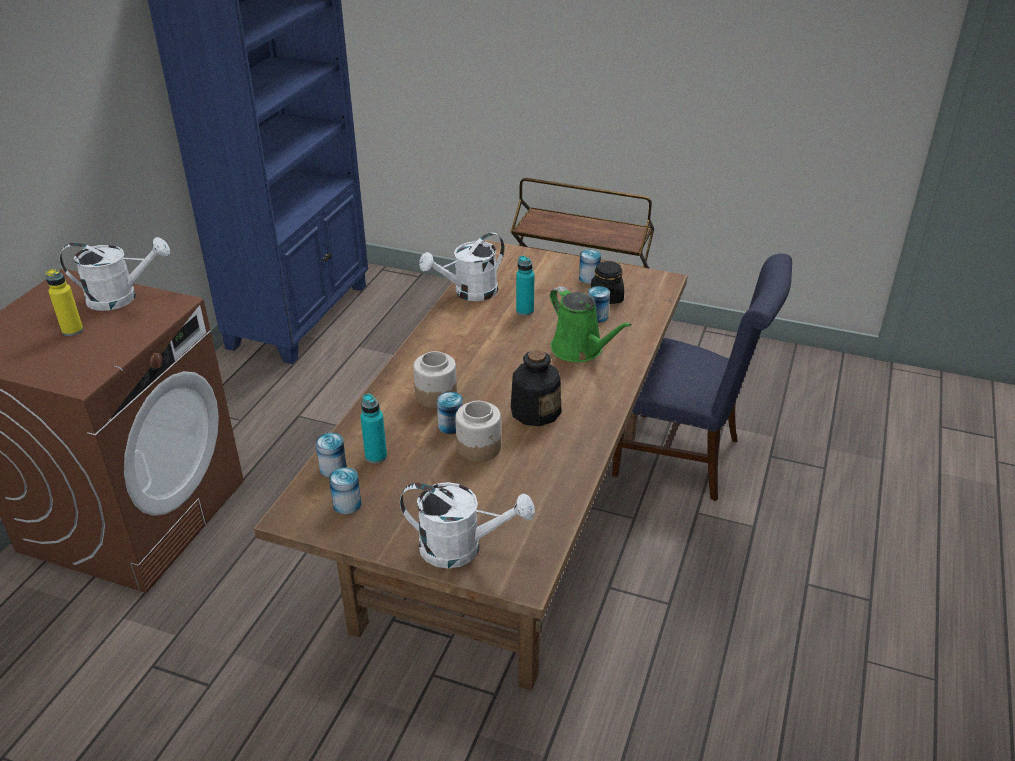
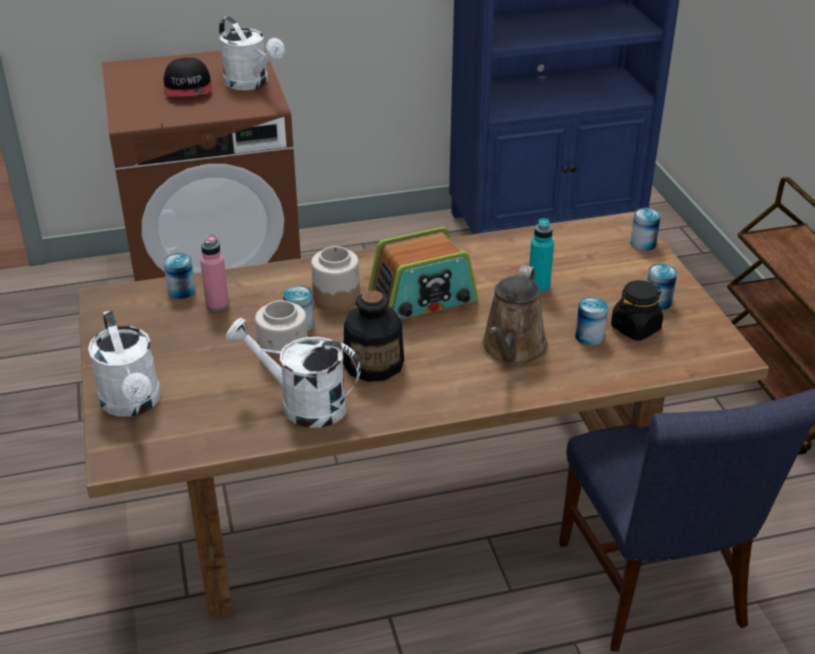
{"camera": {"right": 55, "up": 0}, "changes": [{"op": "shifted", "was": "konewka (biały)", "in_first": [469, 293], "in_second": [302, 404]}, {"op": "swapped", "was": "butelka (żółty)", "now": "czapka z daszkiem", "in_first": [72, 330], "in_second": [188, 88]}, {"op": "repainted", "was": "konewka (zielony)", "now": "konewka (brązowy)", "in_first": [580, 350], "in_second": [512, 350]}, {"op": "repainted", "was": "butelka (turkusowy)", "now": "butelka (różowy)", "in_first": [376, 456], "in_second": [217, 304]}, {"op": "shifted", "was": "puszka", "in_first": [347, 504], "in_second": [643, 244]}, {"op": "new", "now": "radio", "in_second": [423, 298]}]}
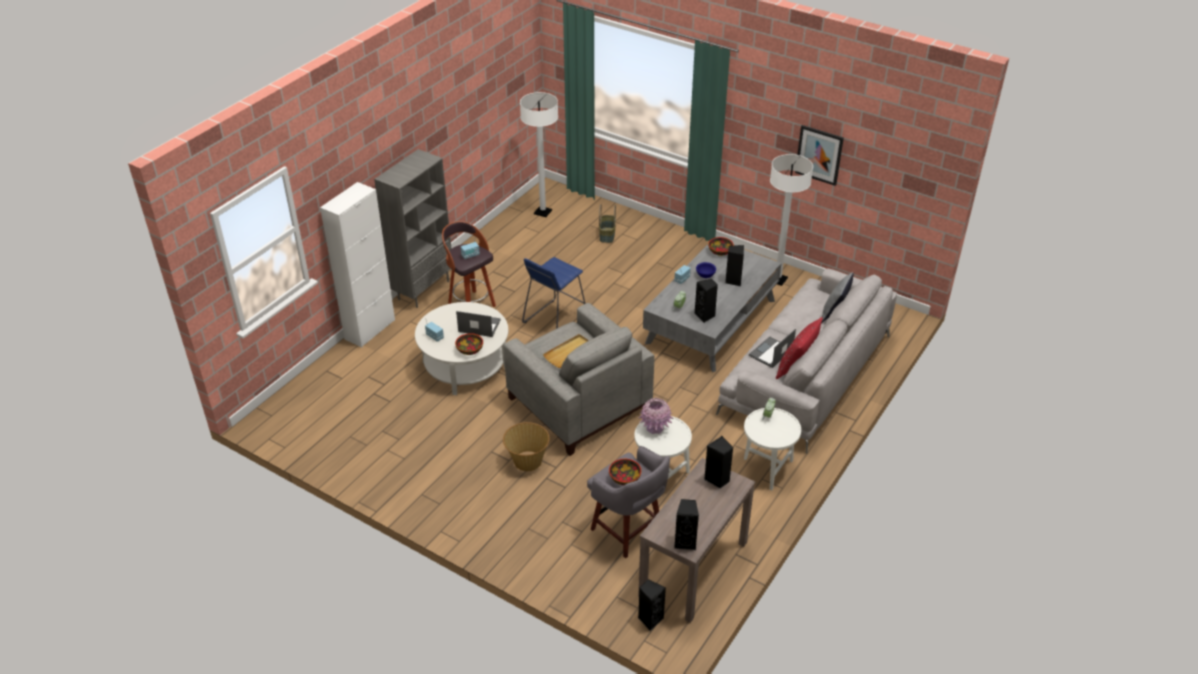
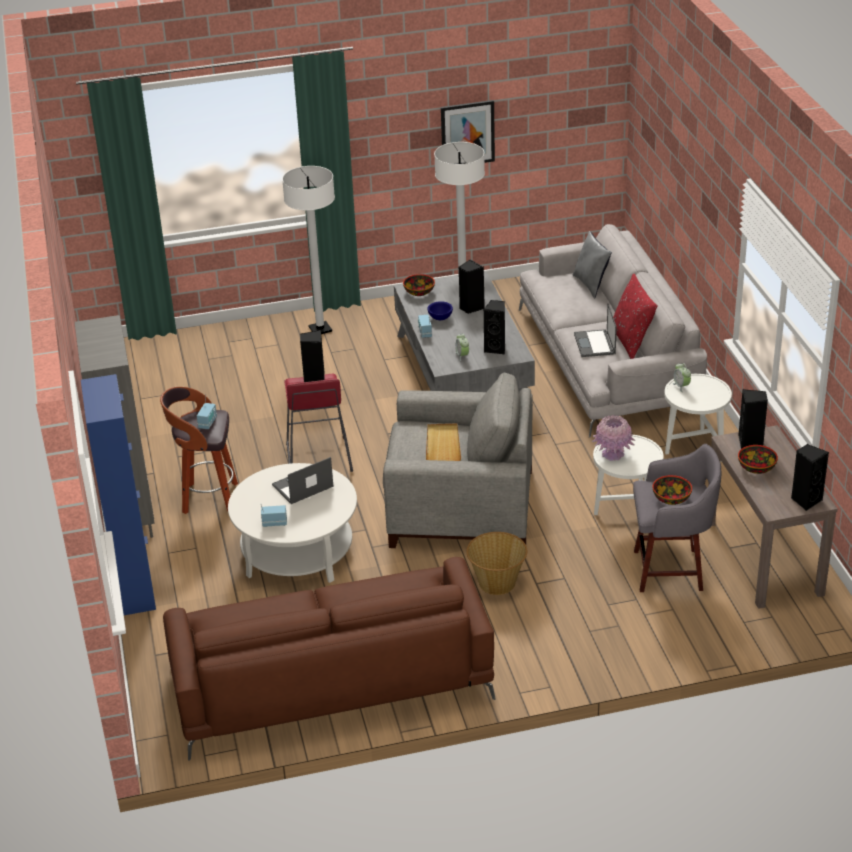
{"camera": {"right": -45, "up": -5}, "changes": [{"op": "shifted", "was": "lampa stojąca (biały)", "in_first": [543, 212], "in_second": [320, 329]}, {"op": "repainted", "was": "szafka (biały)", "now": "szafka (niebieski)", "in_first": [370, 329], "in_second": [135, 588]}, {"op": "gone", "was": "koszyk", "in_first": [607, 235]}, {"op": "repainted", "was": "stołek (niebieski)", "now": "stołek (czerwony)", "in_first": [555, 320], "in_second": [318, 458]}, {"op": "shifted", "was": "miska", "in_first": [470, 350], "in_second": [757, 468]}, {"op": "shifted", "was": "głośnik (czarny)", "in_first": [650, 619], "in_second": [314, 380]}, {"op": "new", "now": "kanapa (brązowy)", "in_second": [330, 679]}]}
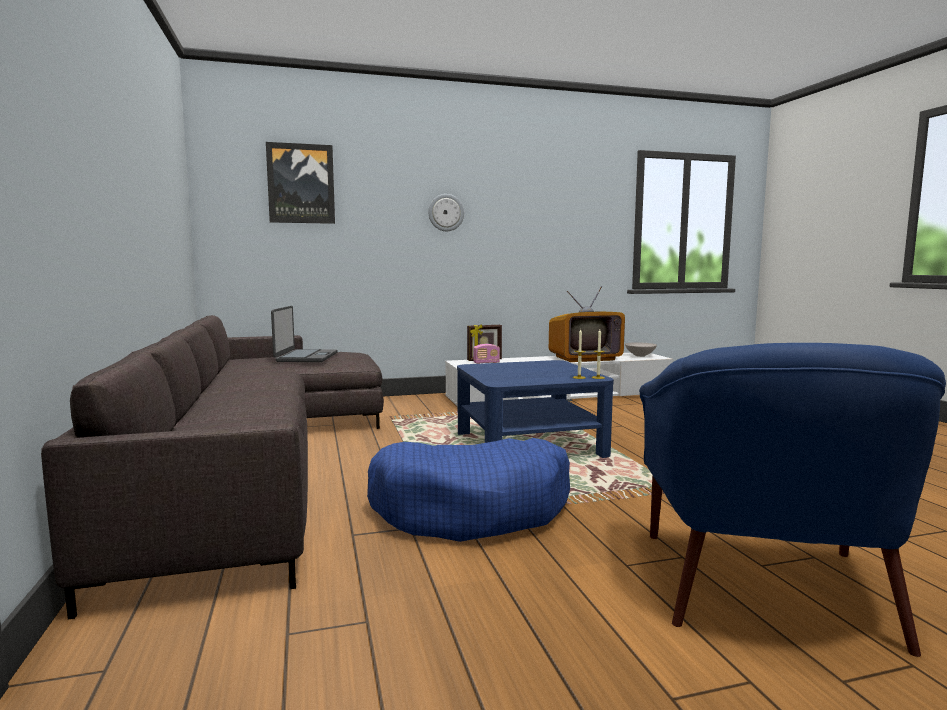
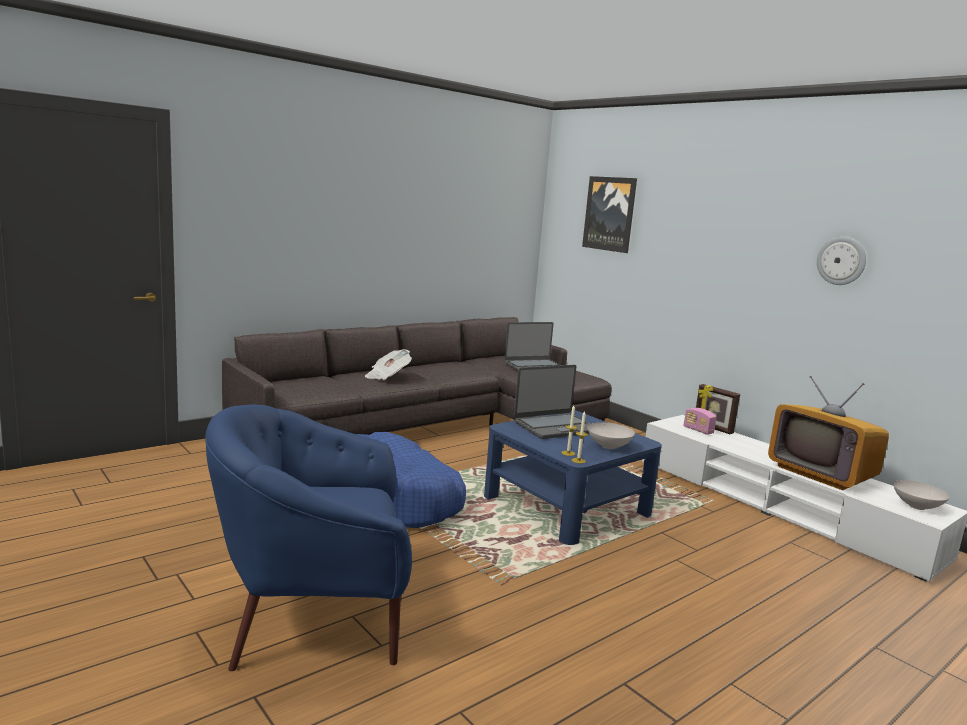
{"camera": {"right": 65, "up": 5}, "changes": [{"op": "shifted", "was": "zegar ścienny", "in_first": [446, 212], "in_second": [841, 261]}, {"op": "new", "now": "gazeta", "in_second": [387, 376]}, {"op": "new", "now": "laptop", "in_second": [555, 427]}, {"op": "new", "now": "miska (biały)", "in_second": [609, 446]}]}
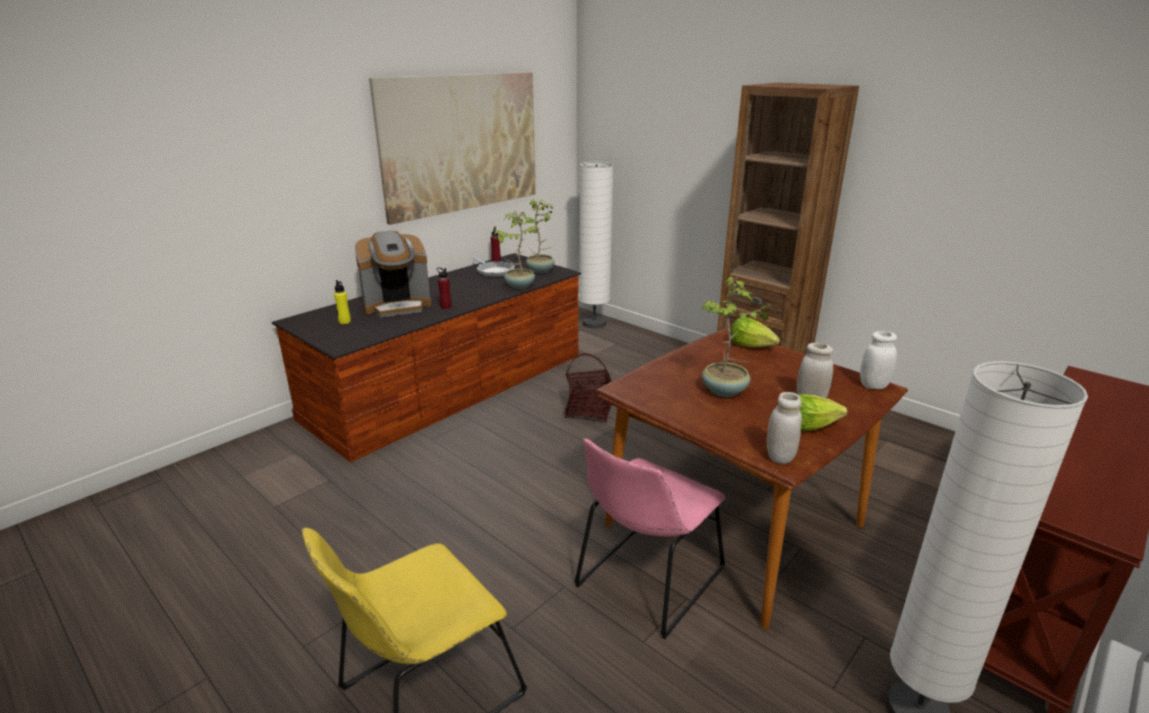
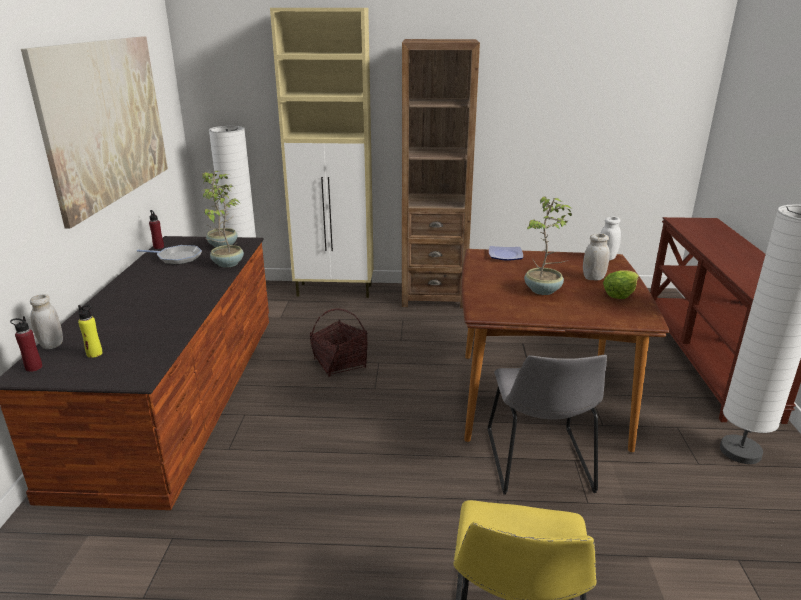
{"camera": {"right": -40, "up": 0}, "changes": [{"op": "gone", "was": "ekspres do kawy", "in_first": [397, 306]}, {"op": "shifted", "was": "butelka (czerwony)", "in_first": [445, 307], "in_second": [34, 367]}, {"op": "swapped", "was": "sałata", "now": "talerz", "in_first": [751, 346], "in_second": [504, 255]}, {"op": "shifted", "was": "słoik (biały)", "in_first": [780, 457], "in_second": [51, 344]}, {"op": "repainted", "was": "krzesło (różowy)", "now": "krzesło (szary)", "in_first": [646, 581], "in_second": [539, 464]}, {"op": "new", "now": "szafka (beżowy)", "in_second": [335, 290]}]}
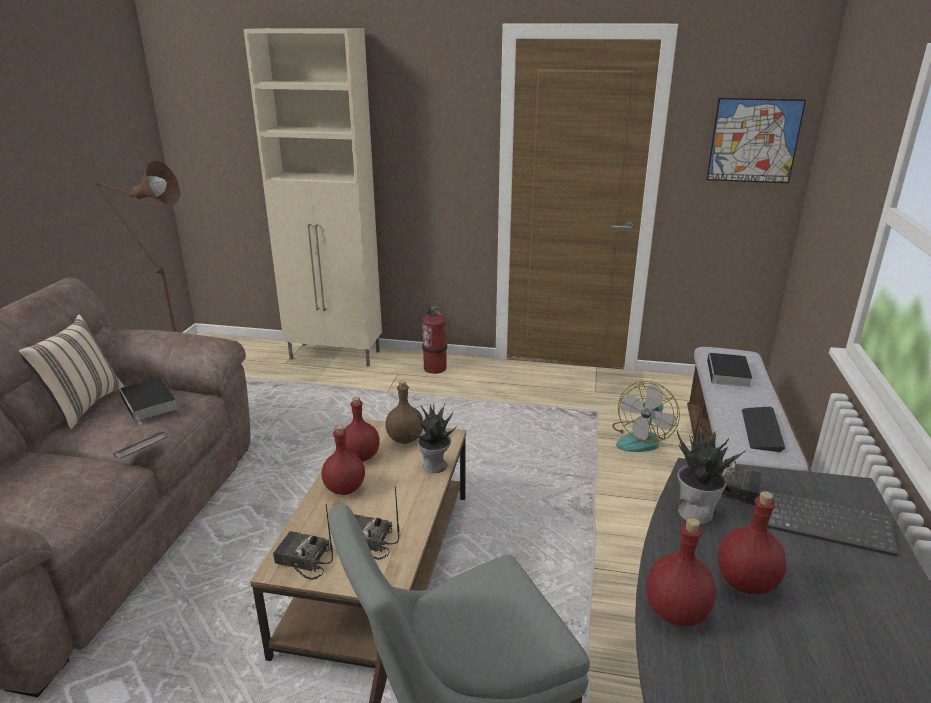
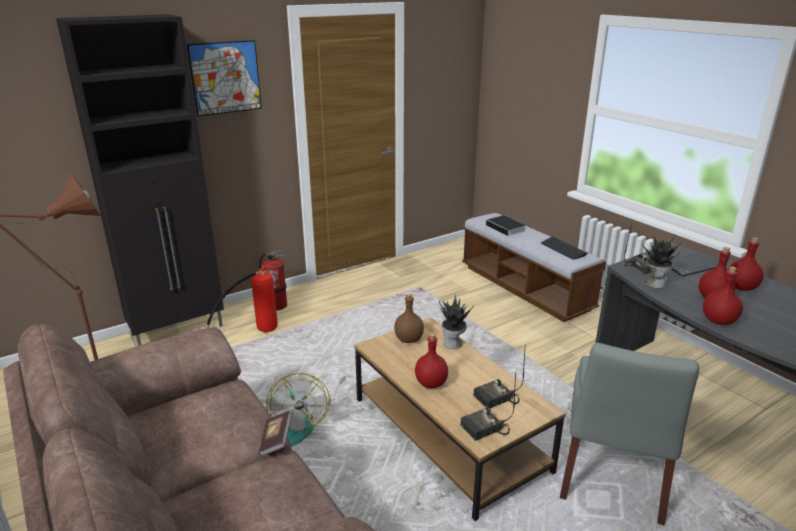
{"camera": {"right": -45, "up": 0}, "changes": [{"op": "repainted", "was": "szafka (beżowy)", "now": "szafka (czarny)", "in_first": [336, 355], "in_second": [179, 330]}, {"op": "shifted", "was": "obraz", "in_first": [754, 141], "in_second": [225, 78]}, {"op": "gone", "was": "poduszka (beżowy)", "in_first": [83, 406]}, {"op": "gone", "was": "książka", "in_first": [150, 404]}, {"op": "shifted", "was": "wentylator", "in_first": [641, 439], "in_second": [293, 427]}, {"op": "shifted", "was": "butelka (czerwony)", "in_first": [361, 457], "in_second": [741, 288]}, {"op": "new", "now": "gaśnica", "in_second": [255, 331]}]}
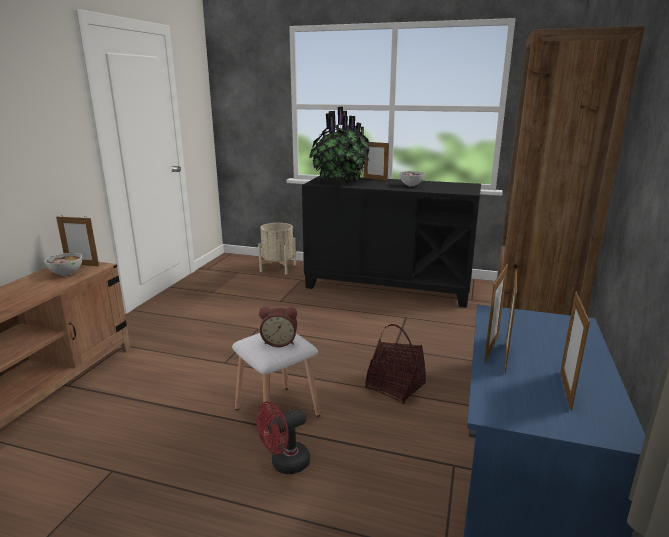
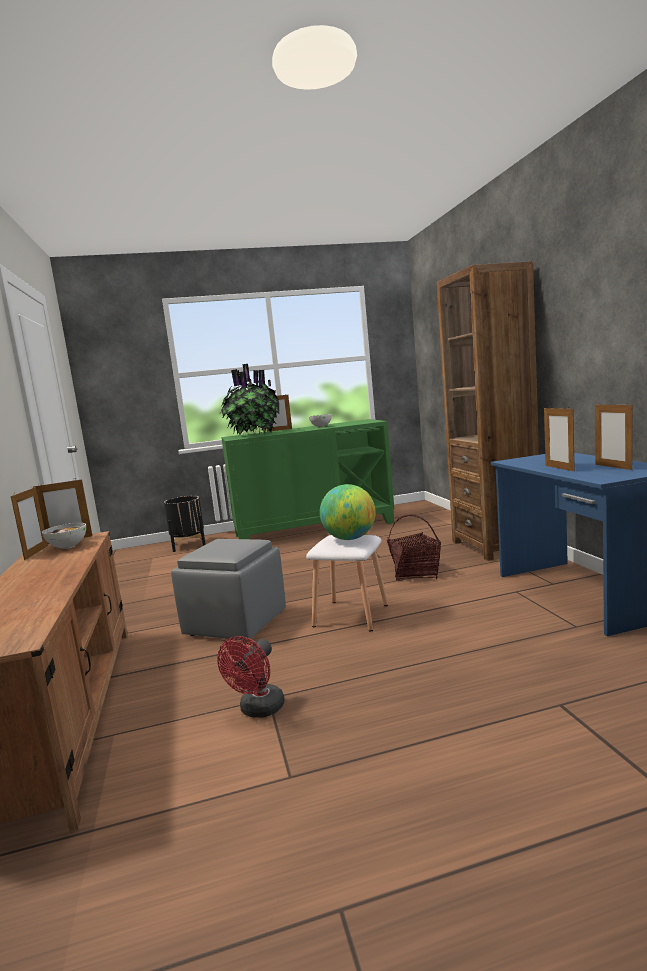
{"camera": {"right": -30, "up": -10}, "changes": [{"op": "repainted", "was": "szafka (czarny)", "now": "szafka (zielony)", "in_first": [388, 286], "in_second": [314, 529]}, {"op": "repainted", "was": "donica (beżowy)", "now": "donica (czarny)", "in_first": [278, 268], "in_second": [188, 545]}, {"op": "shifted", "was": "ramka na zdjęcie", "in_first": [491, 348], "in_second": [36, 552]}, {"op": "swapped", "was": "budzik", "now": "globus", "in_first": [279, 342], "in_second": [350, 538]}, {"op": "shifted", "was": "wentylator (czerwony)", "in_first": [284, 464], "in_second": [258, 710]}, {"op": "new", "now": "pufa (szary)", "in_second": [235, 622]}]}
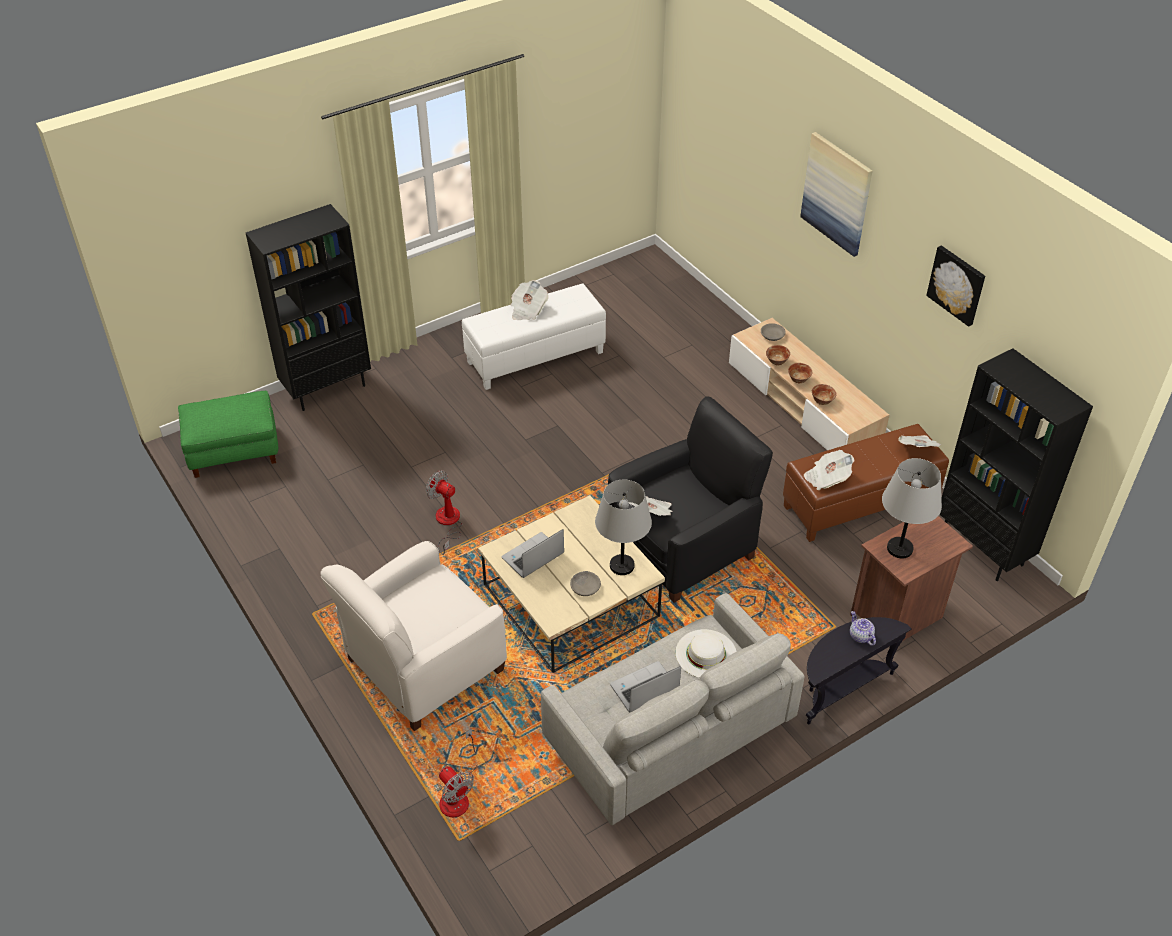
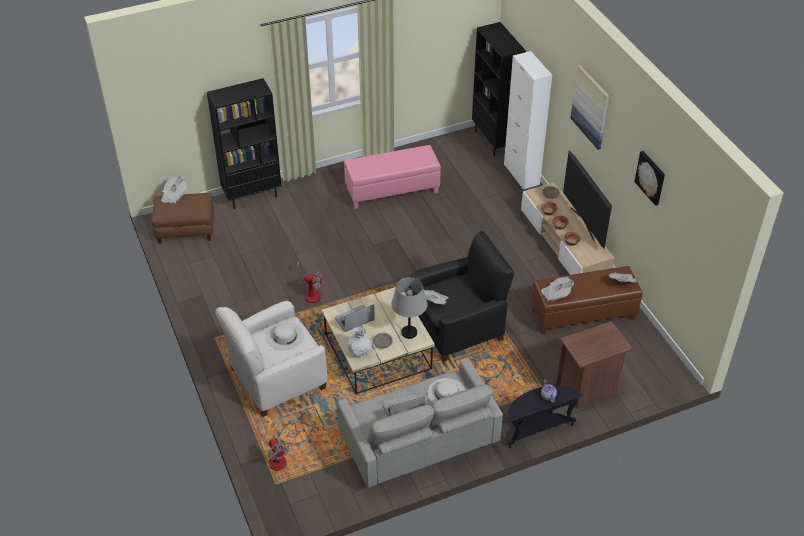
{"camera": {"right": 10, "up": 0}, "changes": [{"op": "shifted", "was": "gazeta", "in_first": [527, 310], "in_second": [174, 195]}, {"op": "repainted", "was": "pufa (biały)", "now": "pufa (różowy)", "in_first": [535, 357], "in_second": [392, 191]}, {"op": "shifted", "was": "regał (czarny)", "in_first": [983, 548], "in_second": [494, 141]}, {"op": "repainted", "was": "pufa (zielony)", "now": "pufa (brązowy)", "in_first": [233, 451], "in_second": [185, 229]}, {"op": "gone", "was": "lampa stołowa (szary)", "in_first": [899, 548]}, {"op": "rotated", "was": "wentylator", "in_first": [447, 523], "in_second": [310, 292], "clockwise": 150}, {"op": "new", "now": "szafka (biały)", "in_second": [521, 174]}, {"op": "new", "now": "telewizor", "in_second": [583, 224]}, {"op": "new", "now": "kapelusz (biały)", "in_second": [285, 336]}, {"op": "new", "now": "wazon (biały)", "in_second": [360, 351]}]}
